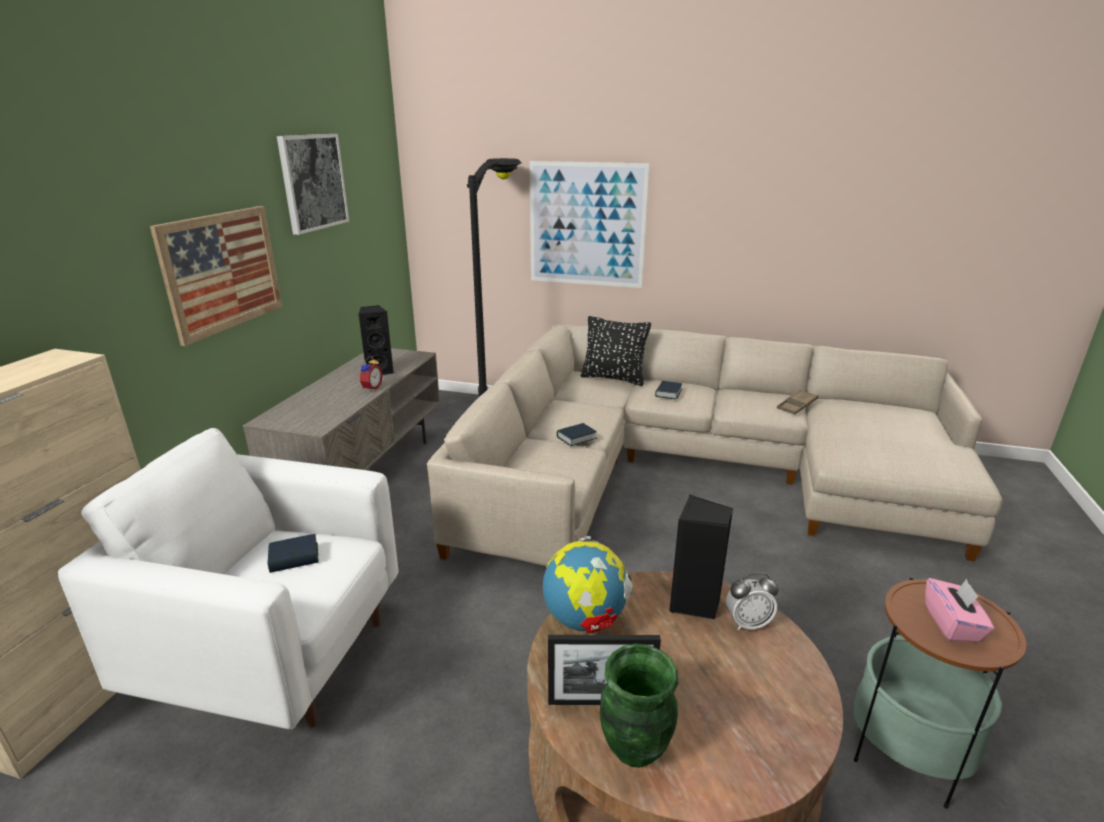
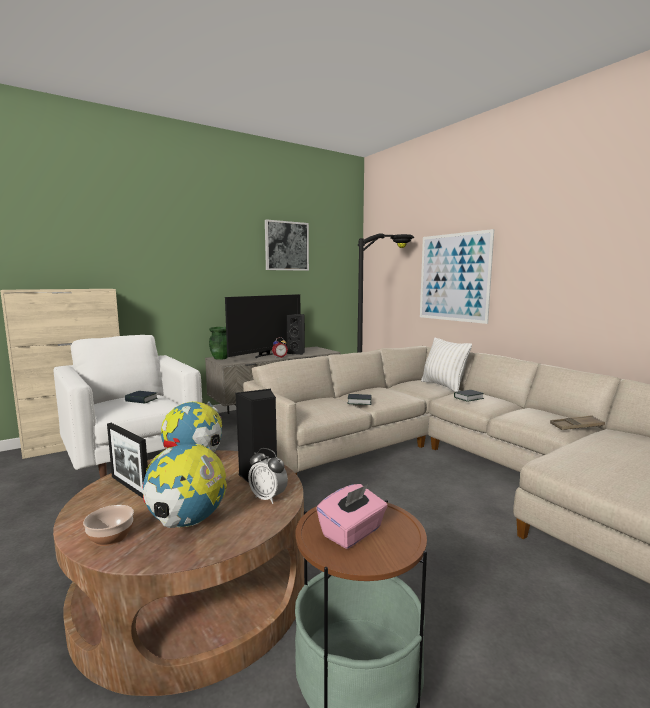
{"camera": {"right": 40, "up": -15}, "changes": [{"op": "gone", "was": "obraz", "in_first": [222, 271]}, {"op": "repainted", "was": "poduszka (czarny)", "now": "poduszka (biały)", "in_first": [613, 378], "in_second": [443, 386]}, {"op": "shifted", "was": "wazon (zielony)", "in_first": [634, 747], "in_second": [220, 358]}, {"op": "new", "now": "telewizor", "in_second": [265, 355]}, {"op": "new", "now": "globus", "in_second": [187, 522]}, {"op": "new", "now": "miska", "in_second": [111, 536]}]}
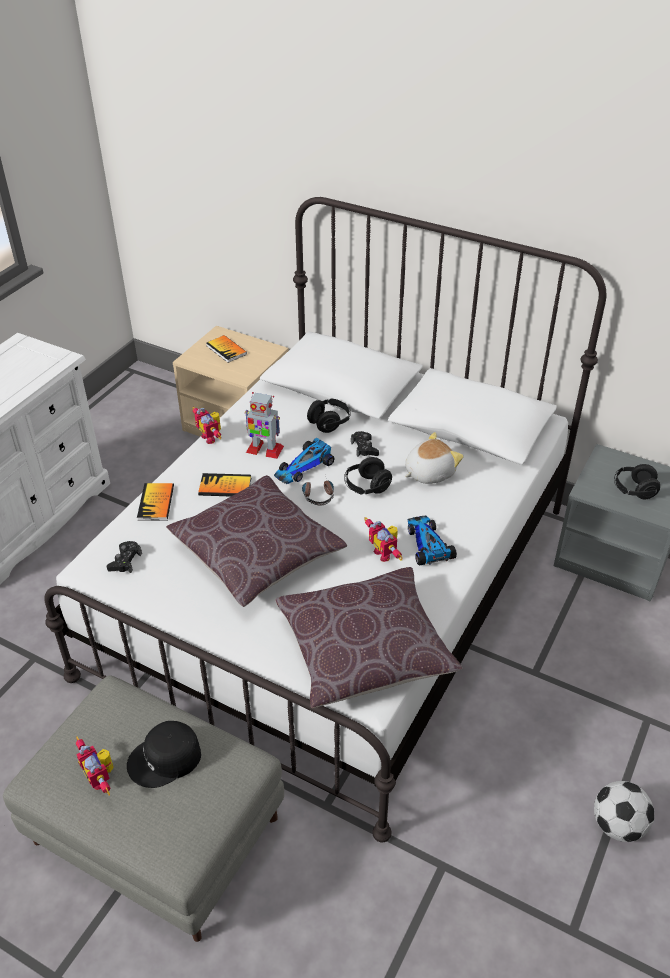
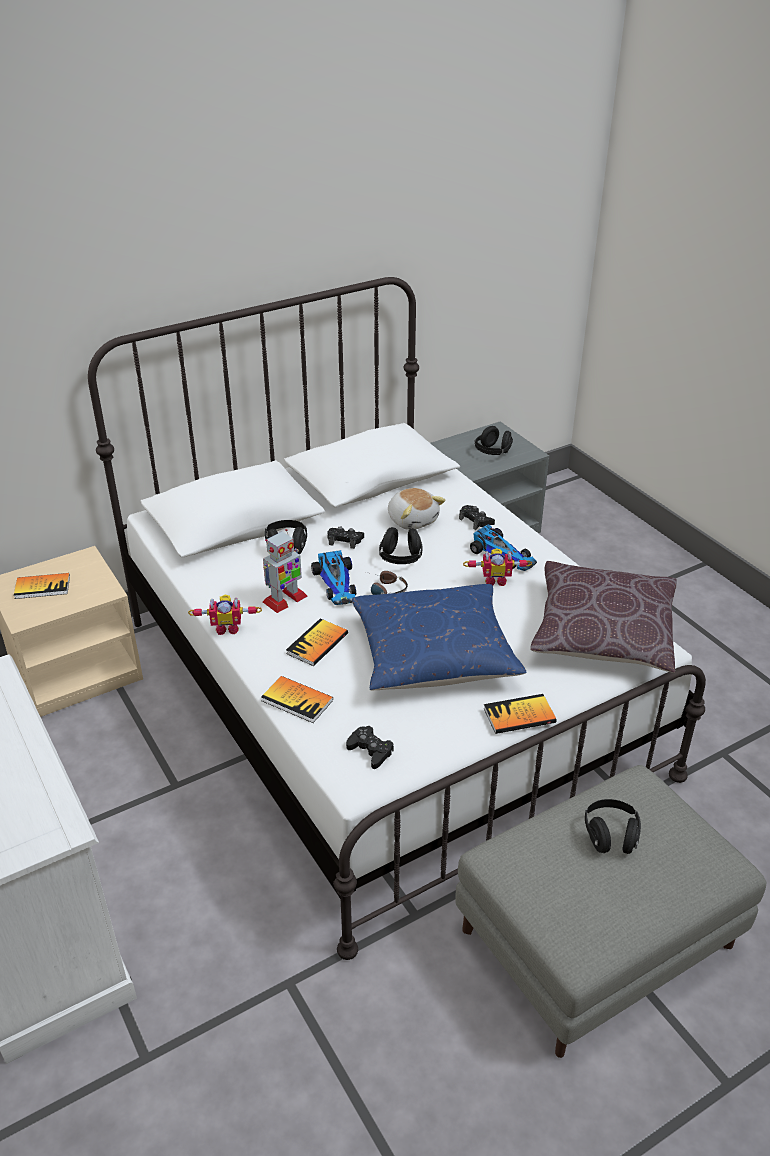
{"camera": {"right": -60, "up": -5}, "changes": [{"op": "rotated", "was": "pluszak", "in_first": [428, 472], "in_second": [413, 520], "clockwise": 150}, {"op": "repainted", "was": "poduszka (brązowy)", "now": "poduszka (niebieski)", "in_first": [257, 553], "in_second": [434, 654]}, {"op": "rotated", "was": "samochodzik", "in_first": [427, 544], "in_second": [503, 554], "clockwise": -150}, {"op": "swapped", "was": "czapka z daszkiem (czarny)", "now": "słuchawki (czarny)", "in_first": [165, 759], "in_second": [610, 836]}, {"op": "gone", "was": "robot zabawkowy", "in_first": [101, 777]}, {"op": "gone", "was": "piłka futbolowa", "in_first": [618, 825]}, {"op": "new", "now": "pad do gier (czarny)", "in_second": [476, 521]}, {"op": "new", "now": "książka", "in_second": [519, 715]}]}
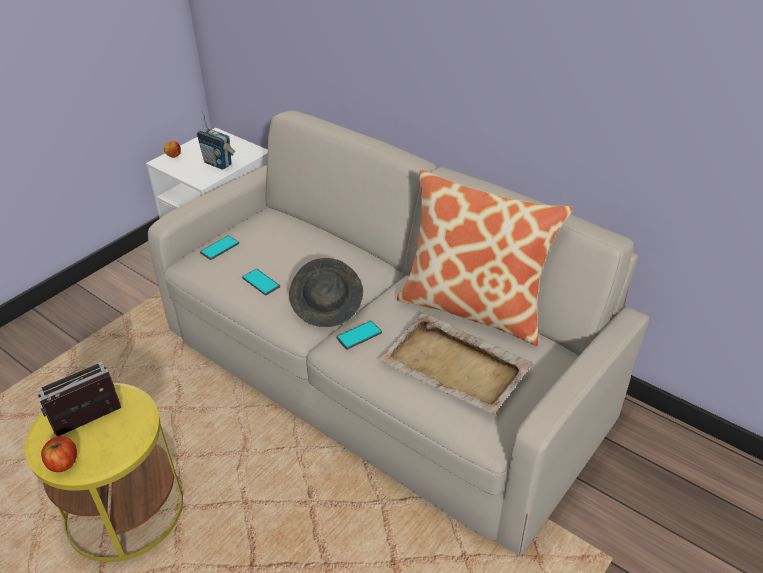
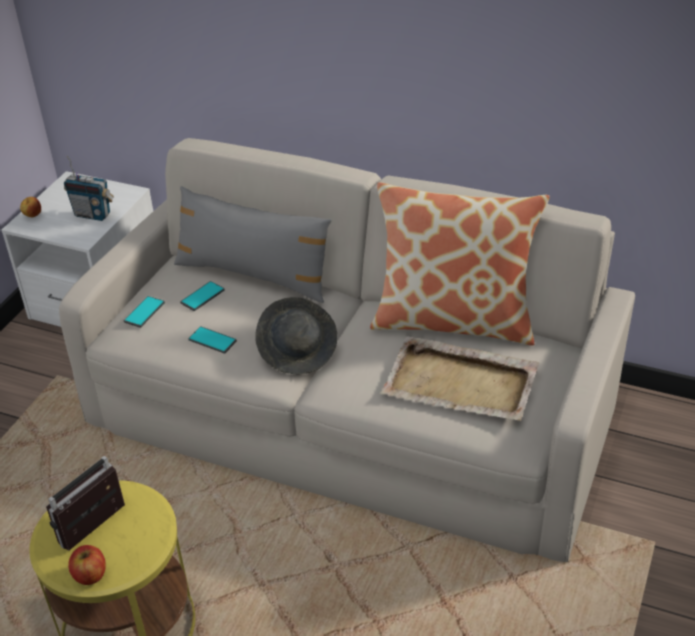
{"camera": {"right": -15, "up": 0}, "changes": [{"op": "shifted", "was": "telefon", "in_first": [359, 335], "in_second": [202, 296]}, {"op": "new", "now": "poduszka (szary)", "in_second": [254, 275]}]}
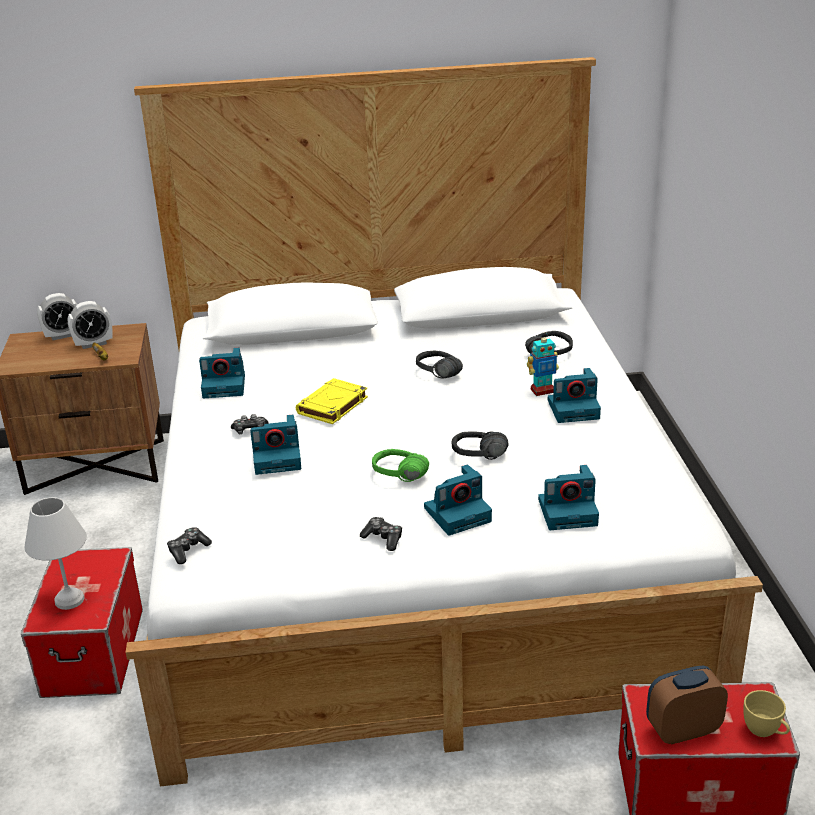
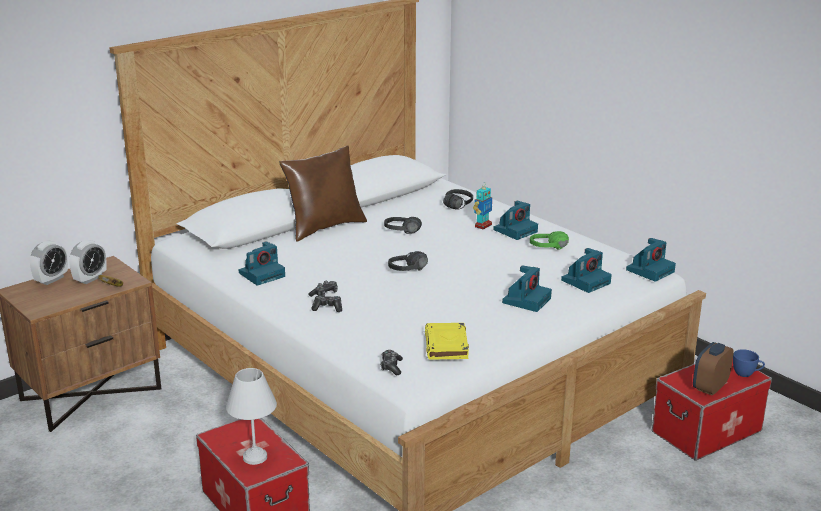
{"camera": {"right": -35, "up": -5}, "changes": [{"op": "shifted", "was": "książka (żółty)", "in_first": [332, 406], "in_second": [446, 345]}, {"op": "shifted", "was": "aparat fotograficzny", "in_first": [278, 458], "in_second": [650, 270]}, {"op": "shifted", "was": "słuchawki (czarny)", "in_first": [479, 459], "in_second": [411, 272]}, {"op": "shifted", "was": "słuchawki (zielony)", "in_first": [397, 479], "in_second": [550, 250]}, {"op": "shifted", "was": "pad do gier", "in_first": [383, 539], "in_second": [327, 308]}, {"op": "repainted", "was": "filiżanka (żółty)", "now": "filiżanka (niebieski)", "in_first": [765, 732], "in_second": [746, 374]}, {"op": "new", "now": "poduszka (brązowy)", "in_second": [325, 227]}]}
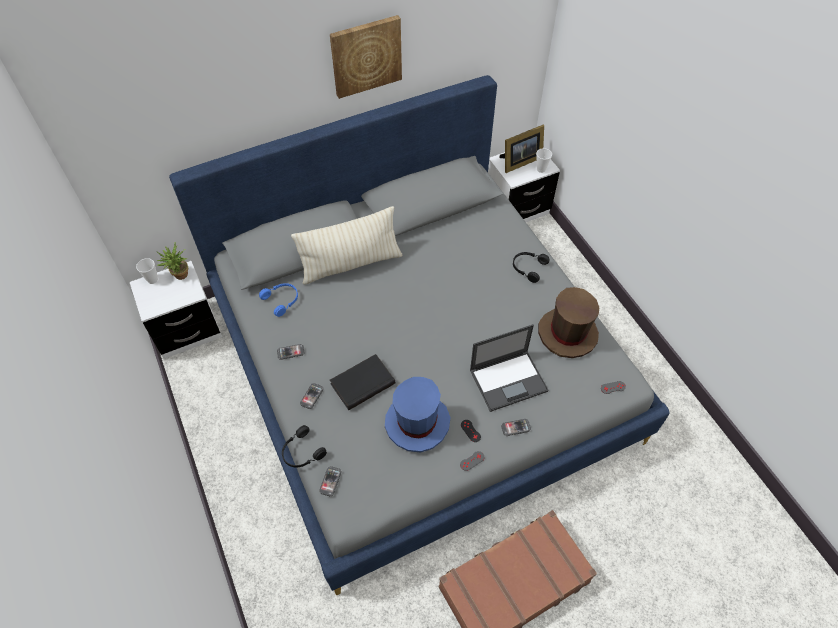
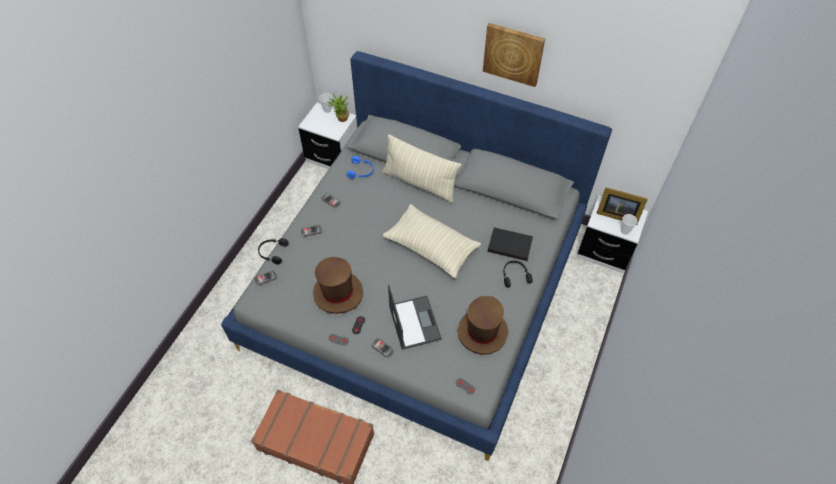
{"camera": {"right": 50, "up": 0}, "changes": [{"op": "rotated", "was": "laptop", "in_first": [509, 380], "in_second": [414, 322], "clockwise": -135}, {"op": "shifted", "was": "książka (czarny)", "in_first": [362, 382], "in_second": [510, 245]}, {"op": "repainted", "was": "kapelusz (niebieski)", "now": "kapelusz (brązowy)", "in_first": [417, 423], "in_second": [338, 293]}, {"op": "new", "now": "poduszka (beżowy)", "in_second": [431, 247]}]}
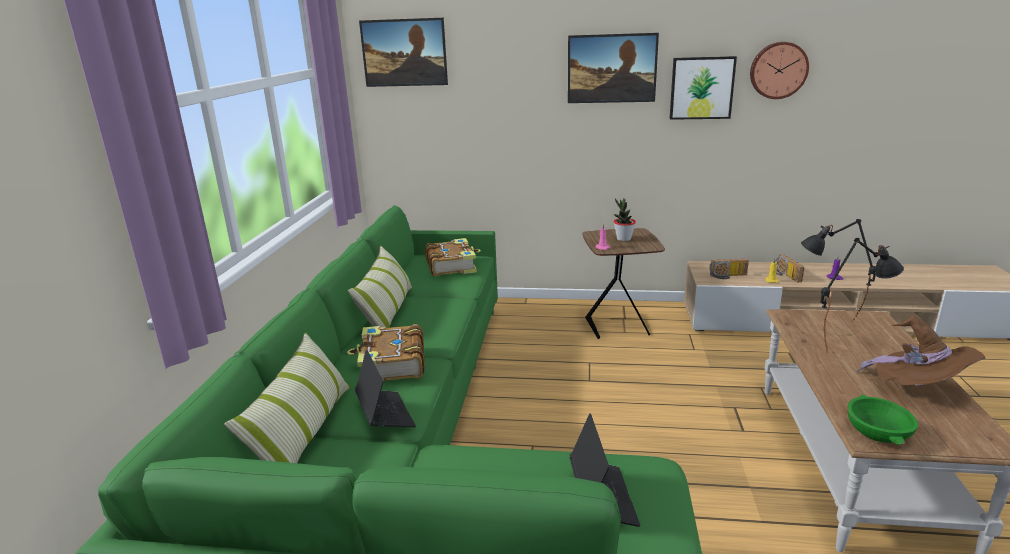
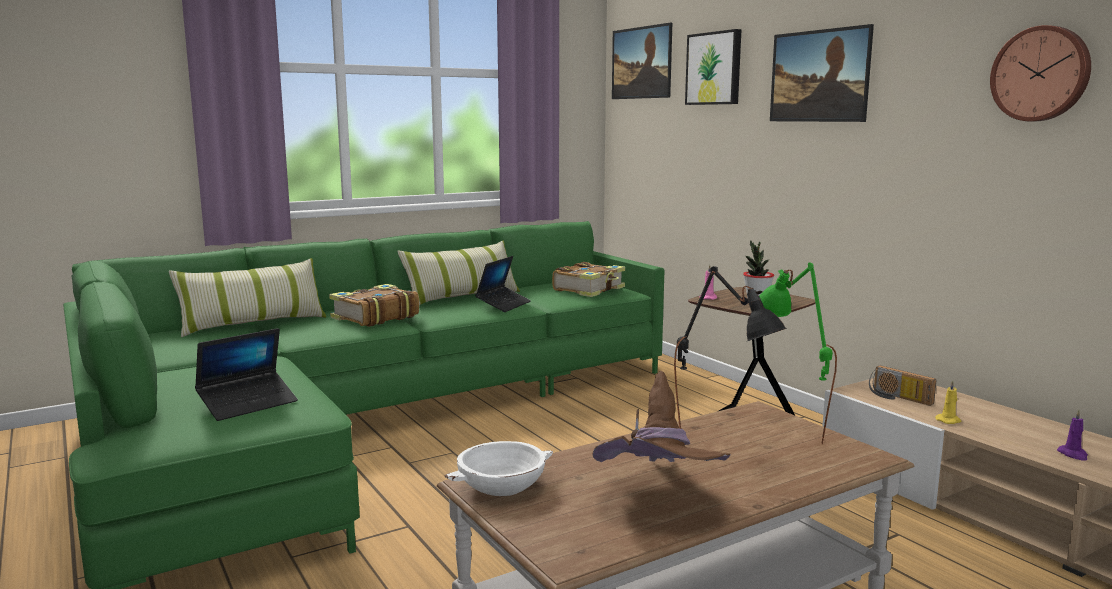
{"camera": {"right": 50, "up": -10}, "changes": [{"op": "shifted", "was": "obraz", "in_first": [701, 88], "in_second": [714, 68]}, {"op": "repainted", "was": "lampa stołowa (czarny)", "now": "lampa stołowa (zielony)", "in_first": [827, 320], "in_second": [787, 430]}, {"op": "gone", "was": "radio", "in_first": [785, 275]}, {"op": "shifted", "was": "laptop", "in_first": [385, 414], "in_second": [503, 305]}, {"op": "repainted", "was": "miska (zielony)", "now": "miska (biały)", "in_first": [876, 432], "in_second": [501, 486]}]}
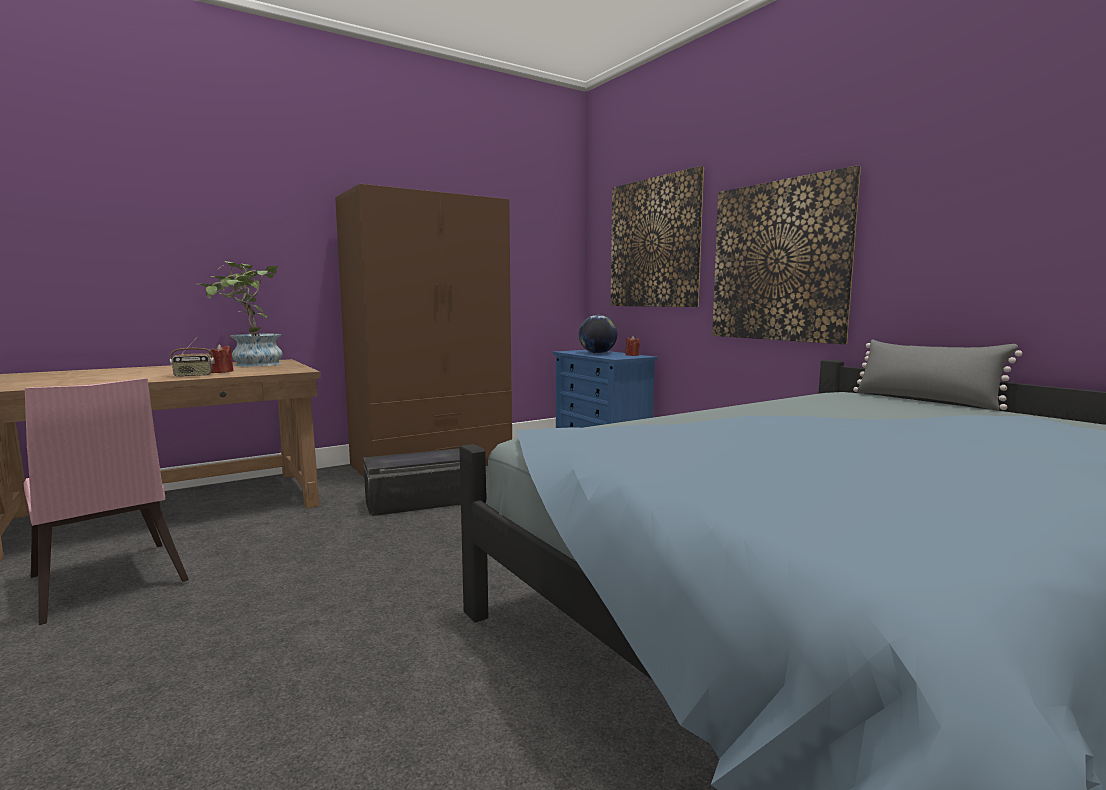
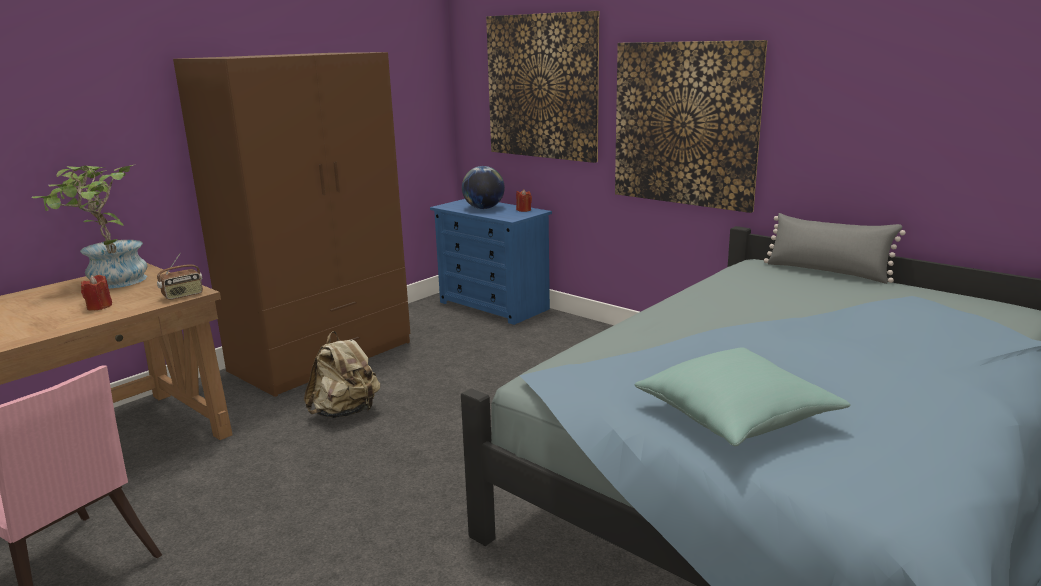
{"camera": {"right": -15, "up": 10}, "changes": [{"op": "shifted", "was": "radio", "in_first": [193, 376], "in_second": [183, 295]}, {"op": "swapped", "was": "pojemnik do przechowywania (czarny)", "now": "plecak (beżowy)", "in_first": [422, 502], "in_second": [345, 412]}, {"op": "new", "now": "poduszka (turkusowy)", "in_second": [736, 417]}]}
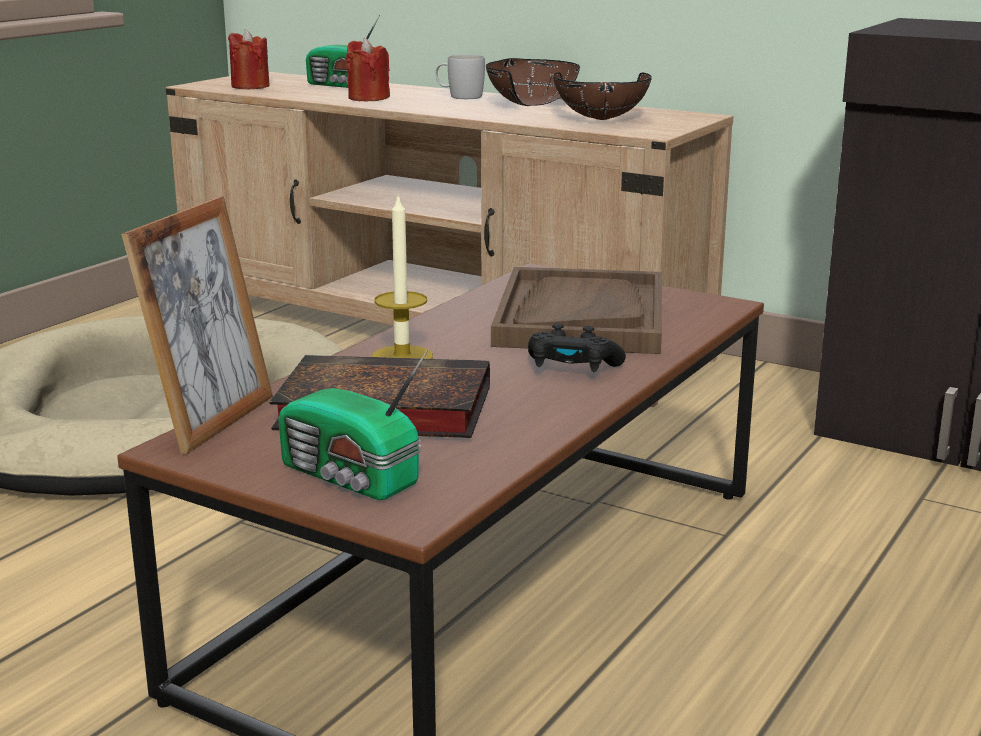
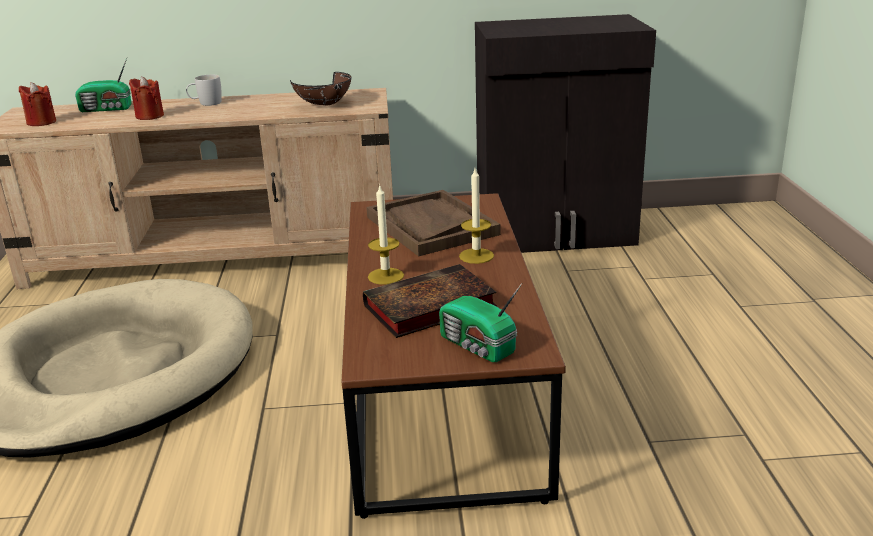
{"camera": {"right": -35, "up": 5}, "changes": [{"op": "gone", "was": "miska (brązowy)", "in_first": [525, 104]}, {"op": "gone", "was": "ramka na zdjęcie", "in_first": [211, 421]}, {"op": "swapped", "was": "pad do gier (czarny)", "now": "świeca", "in_first": [572, 369], "in_second": [476, 256]}, {"op": "rotated", "was": "radio", "in_first": [350, 478], "in_second": [477, 346], "clockwise": 45}]}
